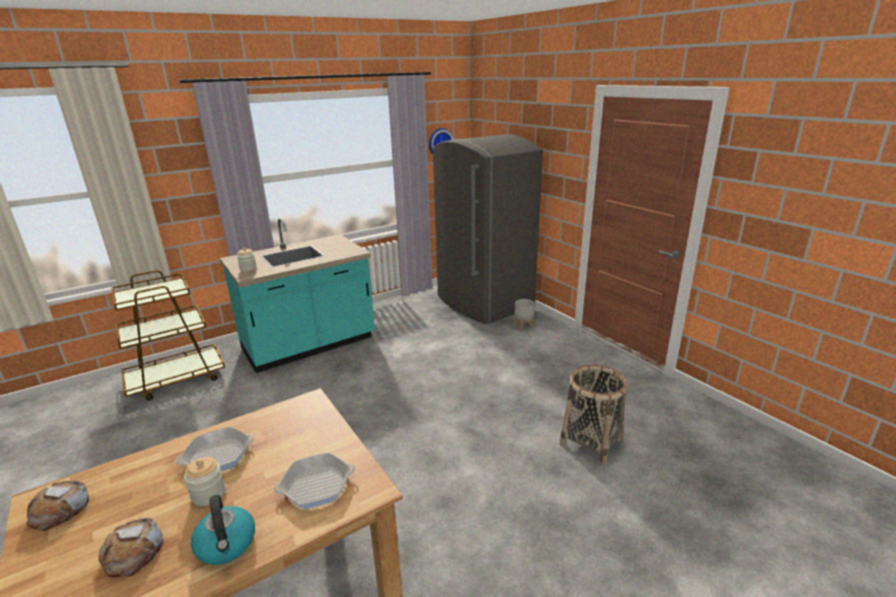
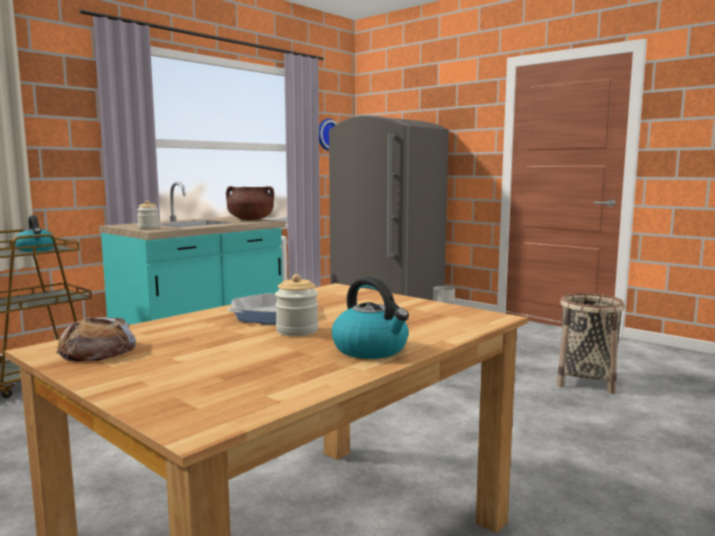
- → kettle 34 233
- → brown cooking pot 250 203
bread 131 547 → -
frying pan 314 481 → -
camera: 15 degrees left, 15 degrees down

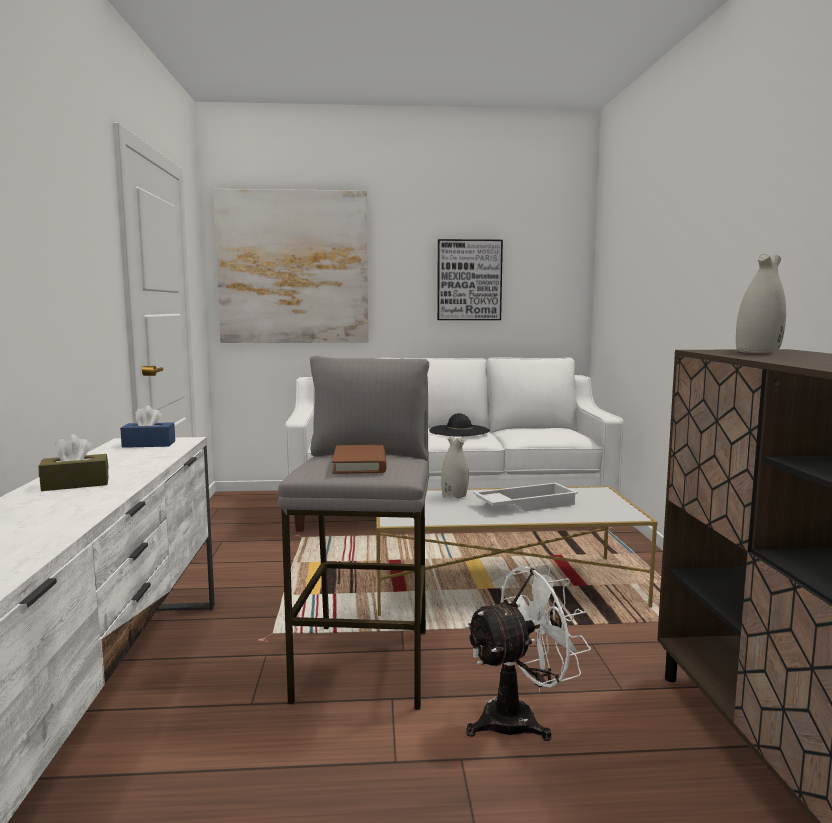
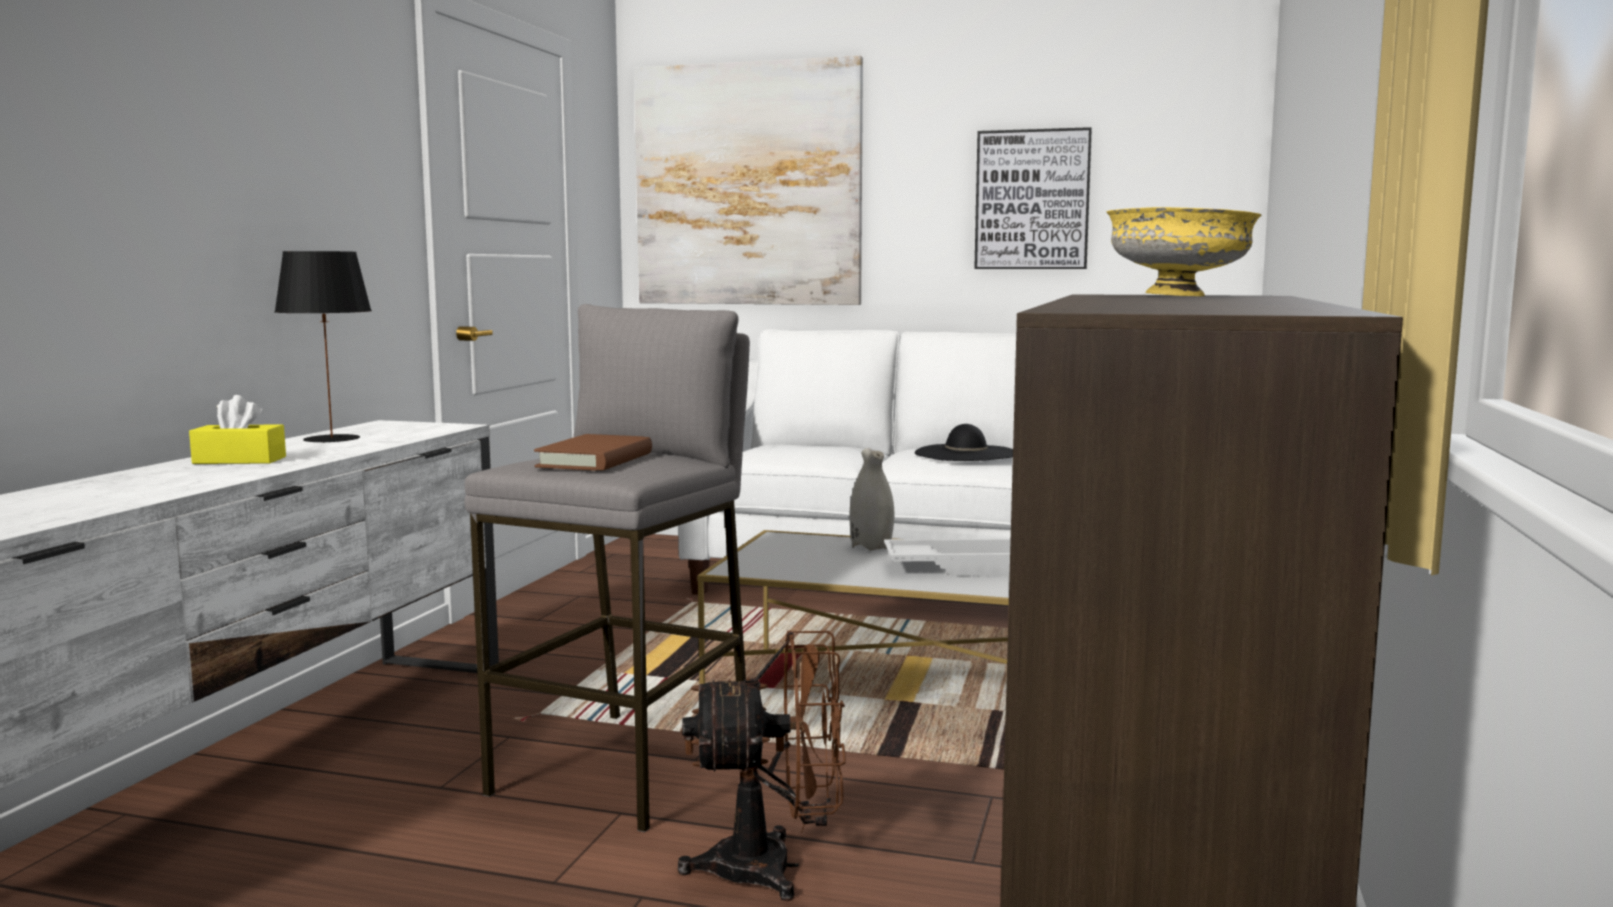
brown tissue box 73 462 → yellow tissue box 237 429
- → black table lamp 323 347
white fan 528 652 → brown fan 762 765
white vase 761 303 → yellow bowl 1184 251
blue tissue box 147 427 → -
camera: 20 degrees right, 0 degrees up

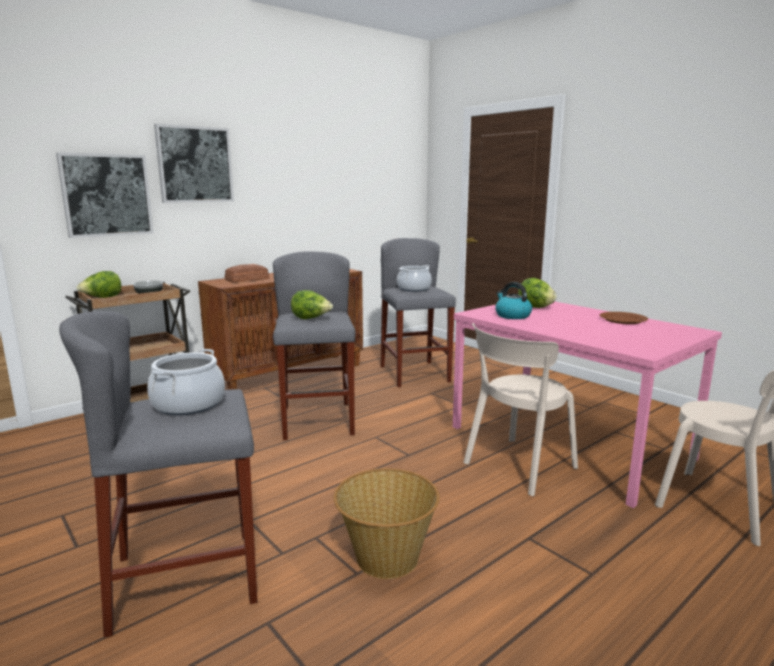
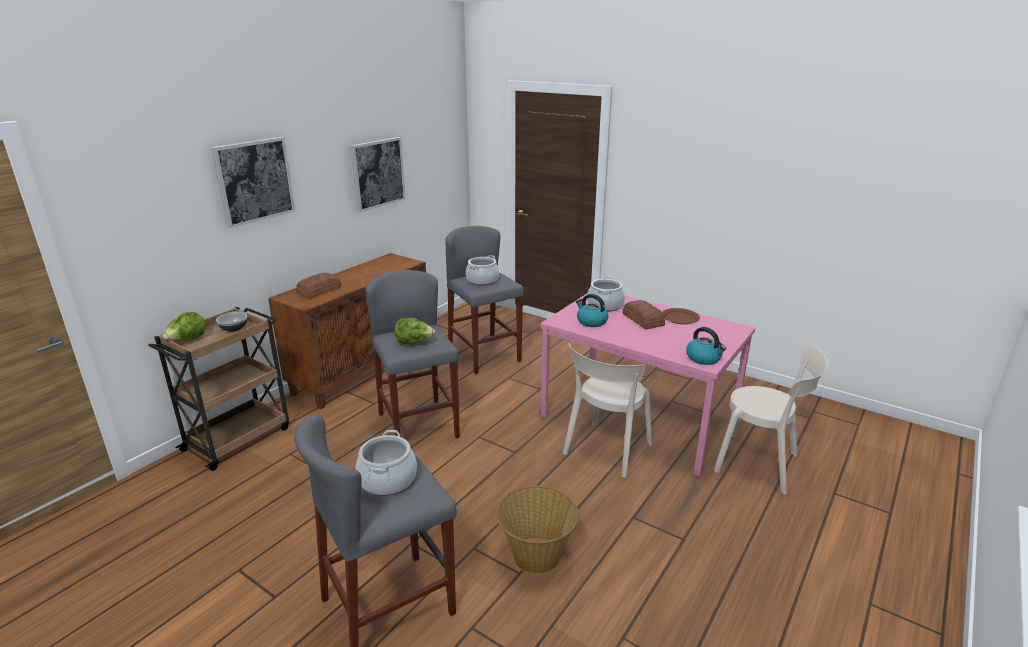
picture 105 195 → picture 378 174, shifted
lettuce 537 293 → cooking pot 606 294
- → bread 644 314
- → kettle 706 346
camera: 15 degrees left, 10 degrees up

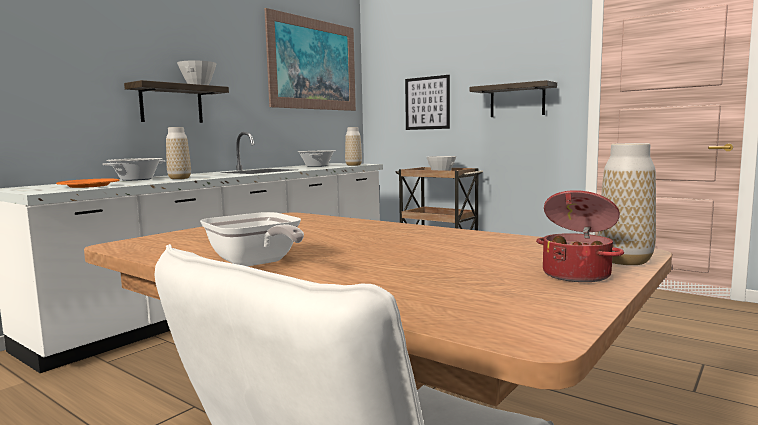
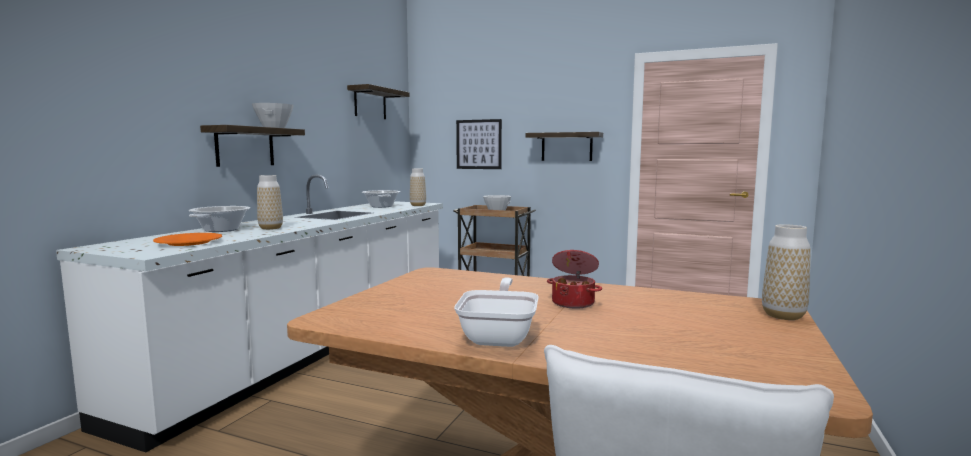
picture 310 59 → shelf 378 101
frying pan 252 239 → frying pan 496 312, 120 degrees counterclockwise
cooking pot 580 236 → cooking pot 574 279, shifted
camera: 15 degrees left, 0 degrees up

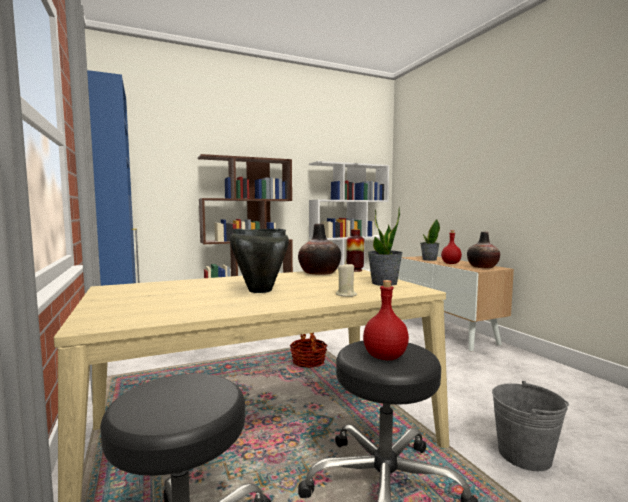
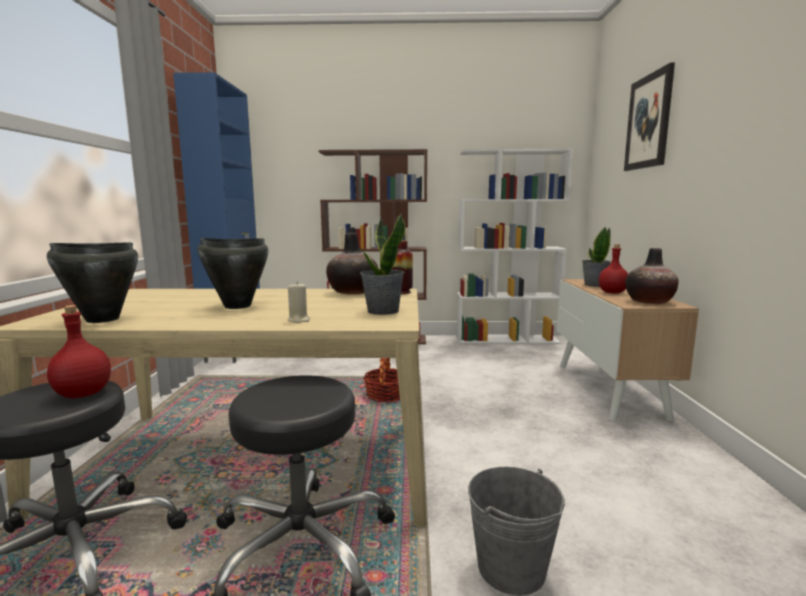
- → black cooking pot 92 282
red bottle 386 320 → red bottle 79 351, shifted
- → picture 649 116
camera: 25 degrees right, 5 degrees up

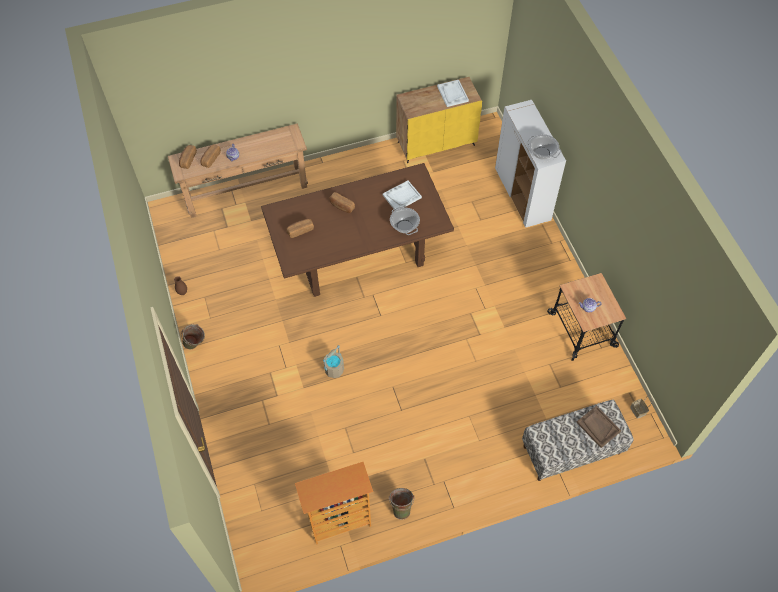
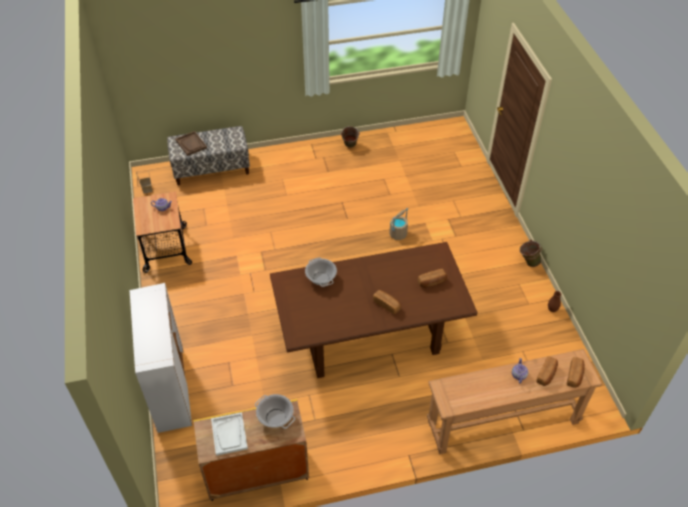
cooking pot 543 147 → cooking pot 275 411, shifted
bookcase 334 503 → -
white tray 402 195 → -
camera: 175 degrees left, 10 degrees down

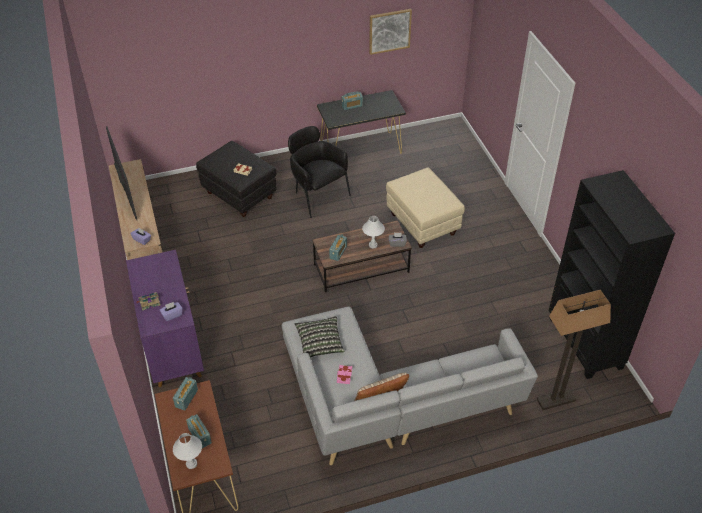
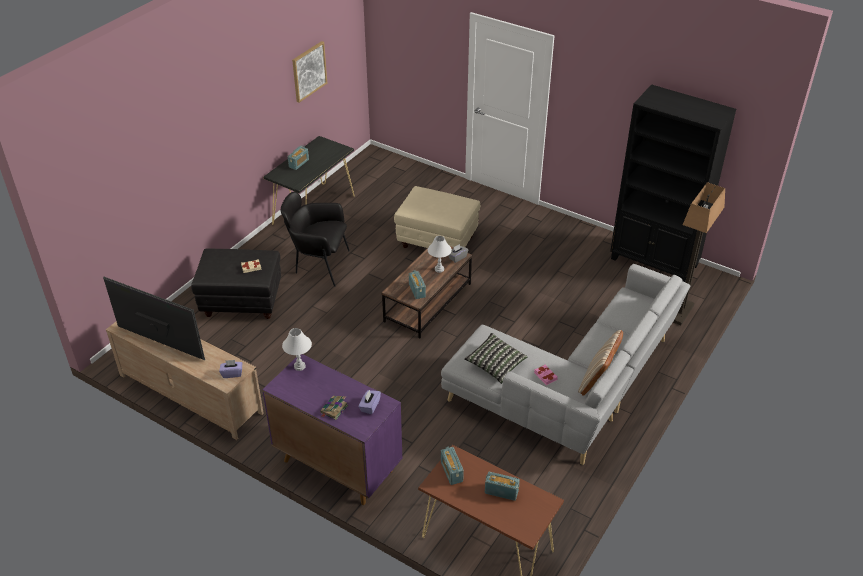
white table lamp 187 451 → white table lamp 297 349, shifted
camera: 40 degrees left, 5 degrees down

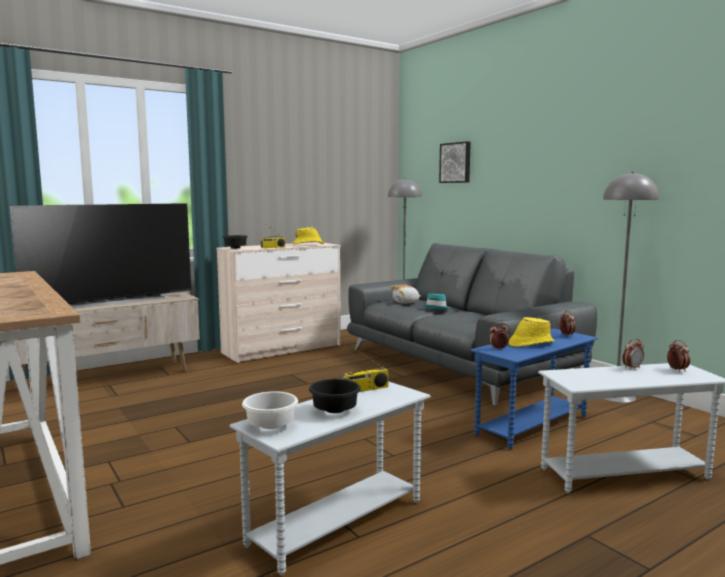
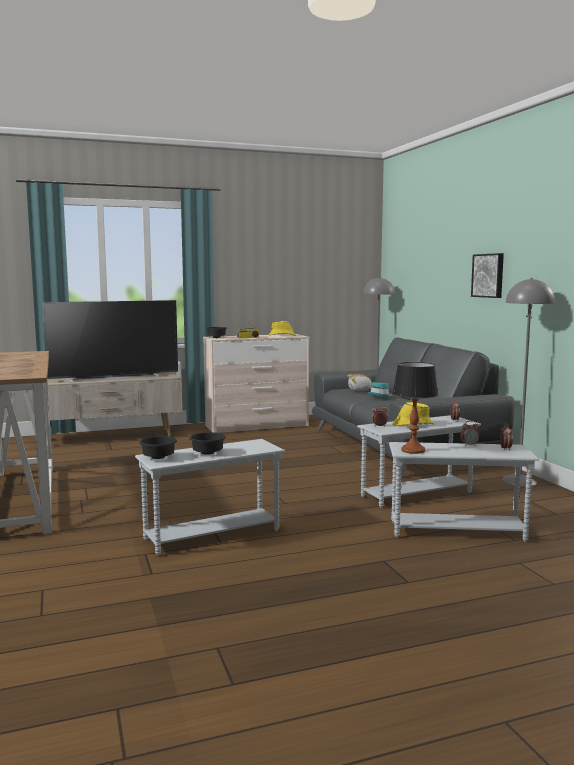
white bowl 270 410 → black bowl 158 447
blue side table 534 388 → white side table 419 461
- → table lamp 415 408
picture 455 162 → picture 487 275, shifted
radio 365 369 → -
camera: 15 degrees right, 0 degrees up

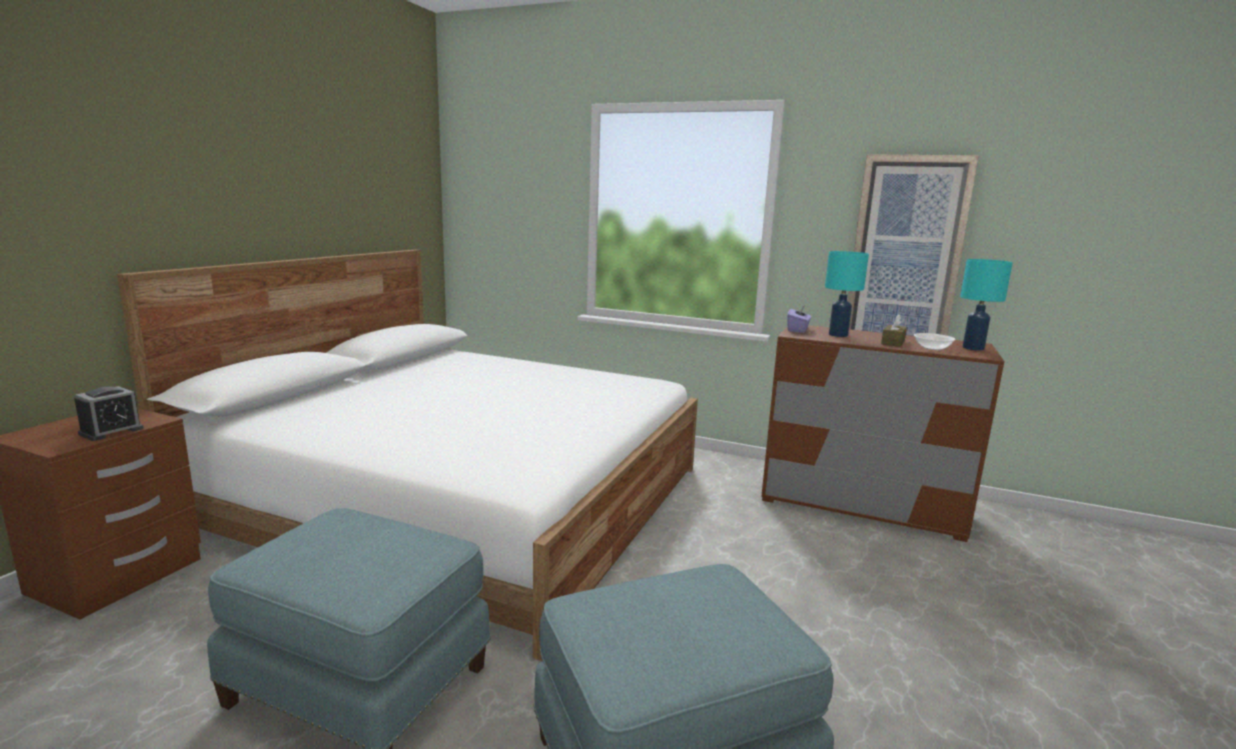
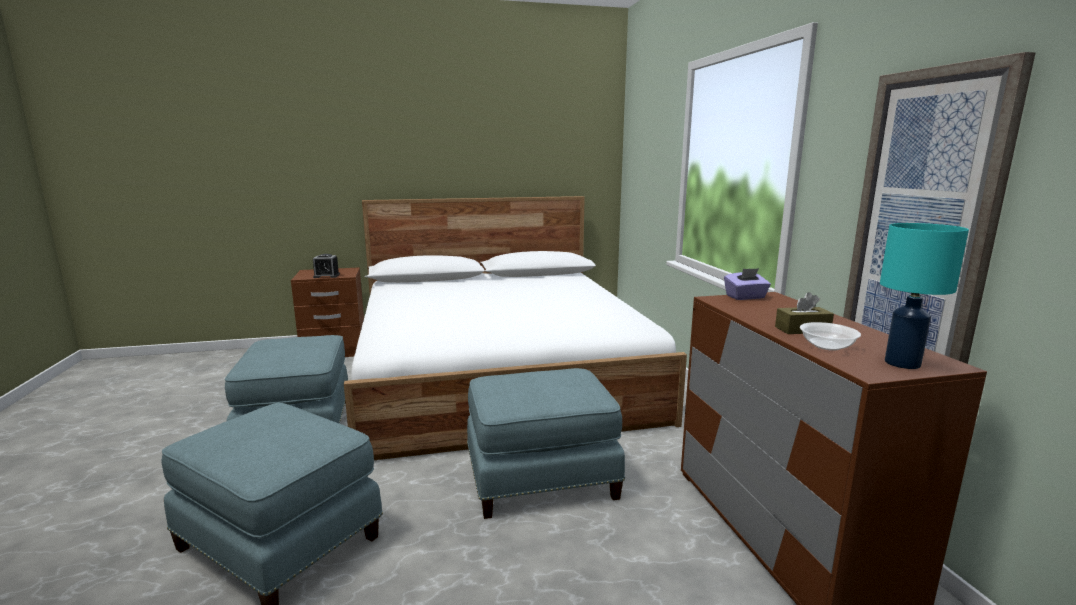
- → blue ottoman 546 443
turquoise table lamp 847 294 → -
camera: 55 degrees right, 0 degrees up

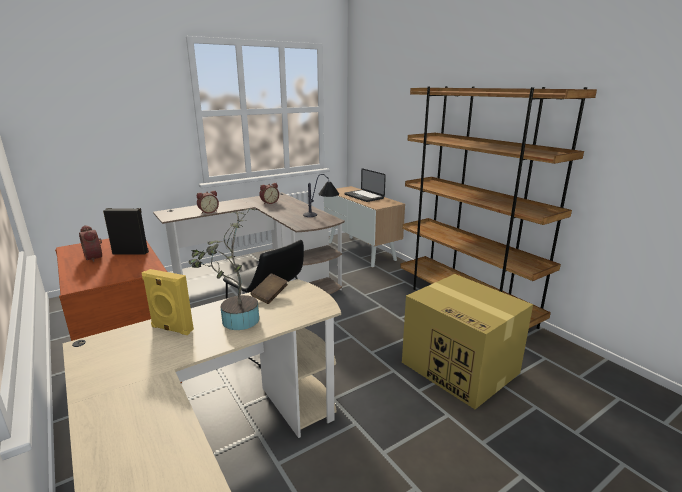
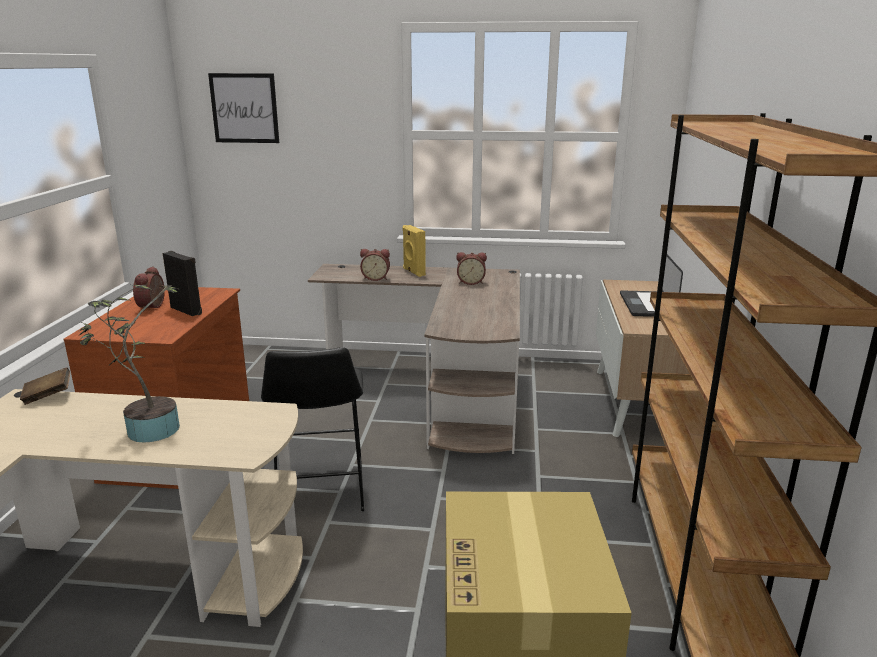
brown book 269 289 → brown book 45 386, shifted
- → picture 243 108
yellow speaker 168 302 → yellow speaker 414 251, shifted
table lamp 321 195 → -
camera: 40 degrees right, 0 degrees up

